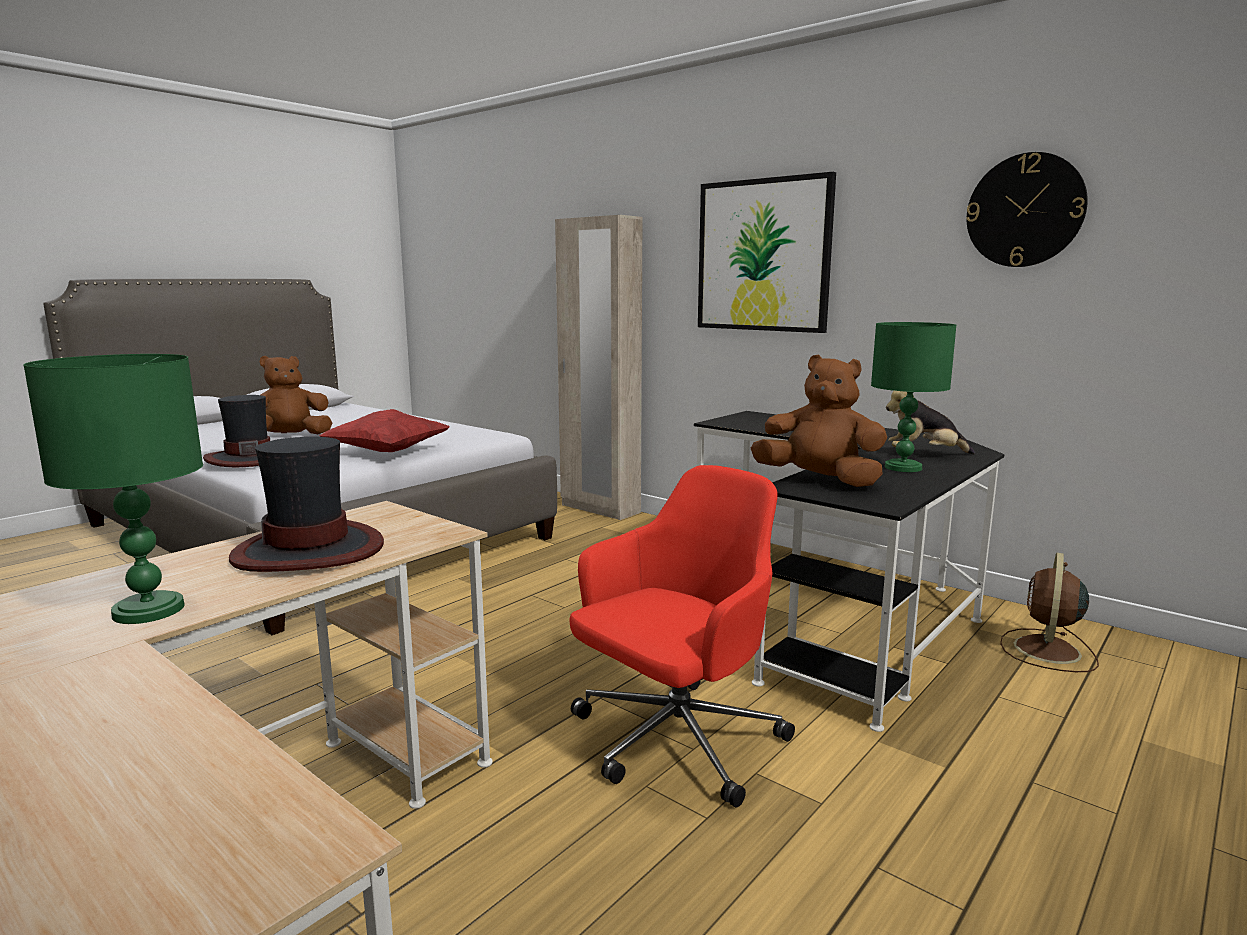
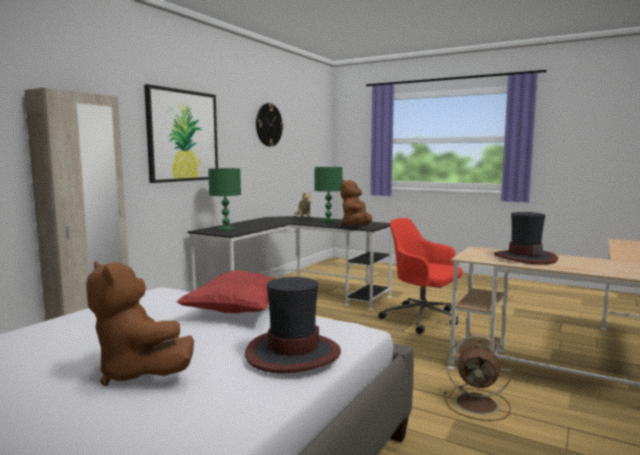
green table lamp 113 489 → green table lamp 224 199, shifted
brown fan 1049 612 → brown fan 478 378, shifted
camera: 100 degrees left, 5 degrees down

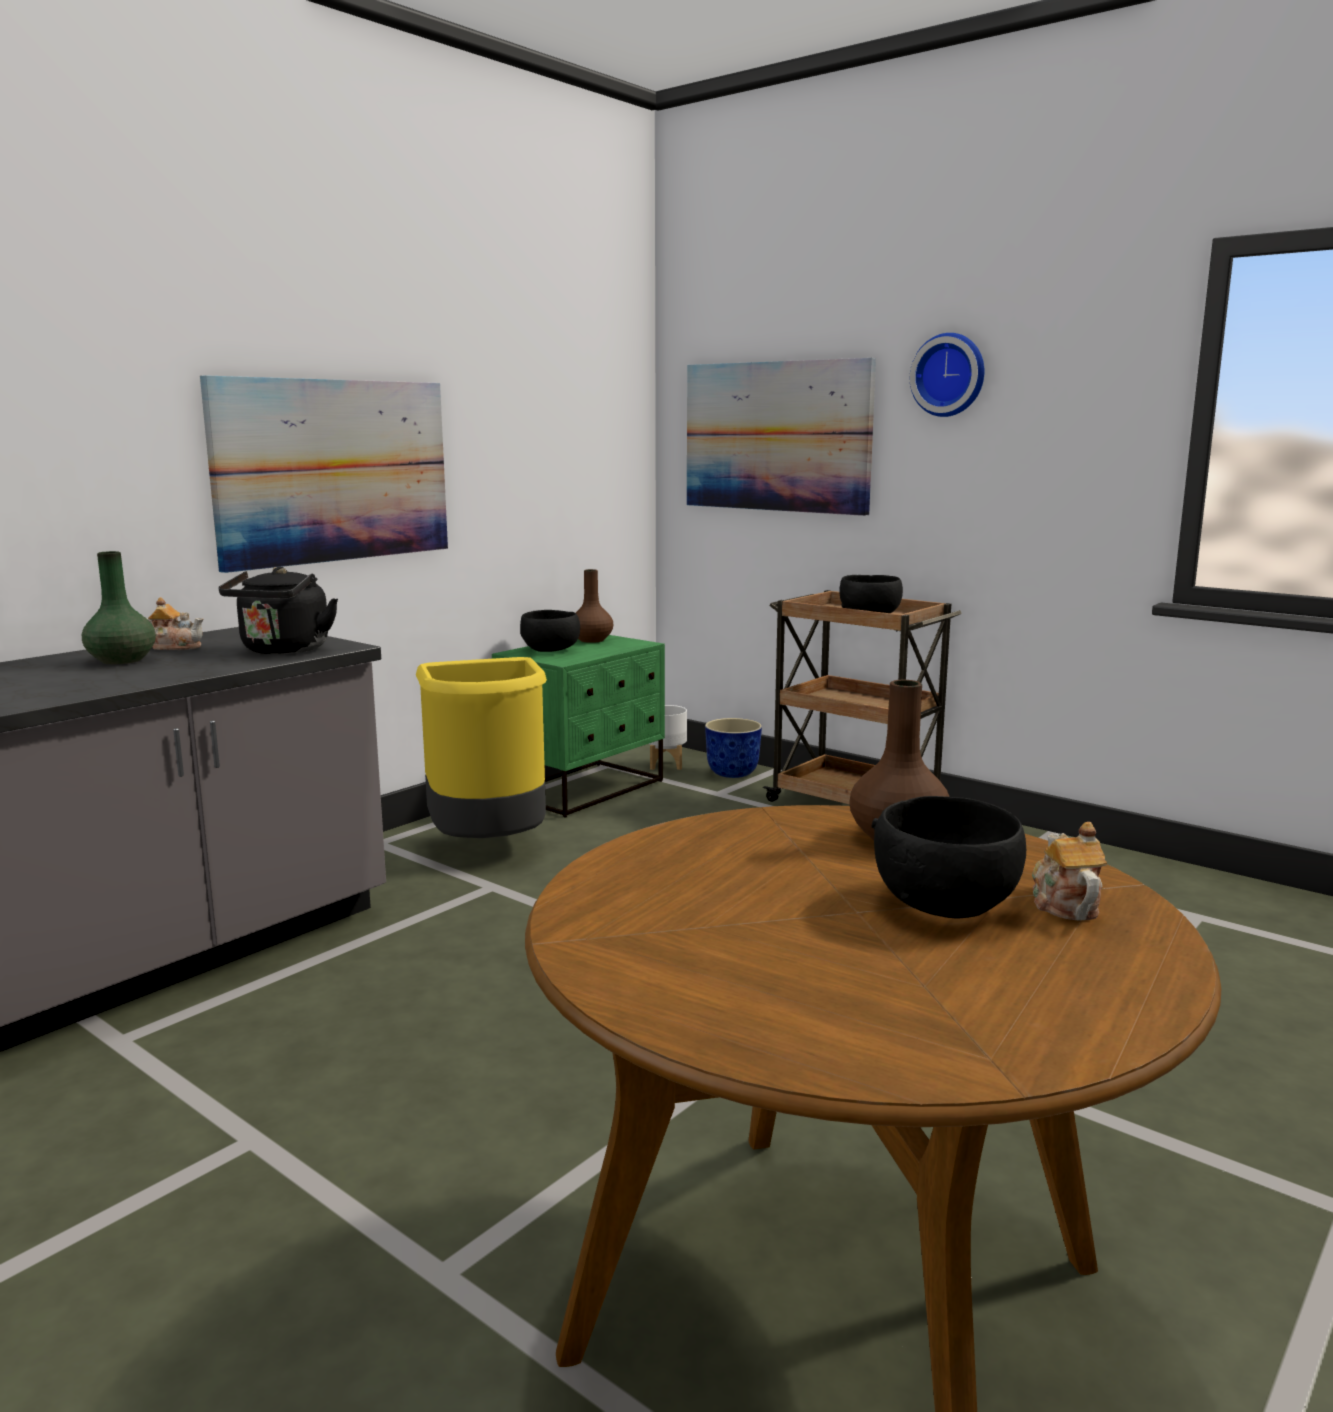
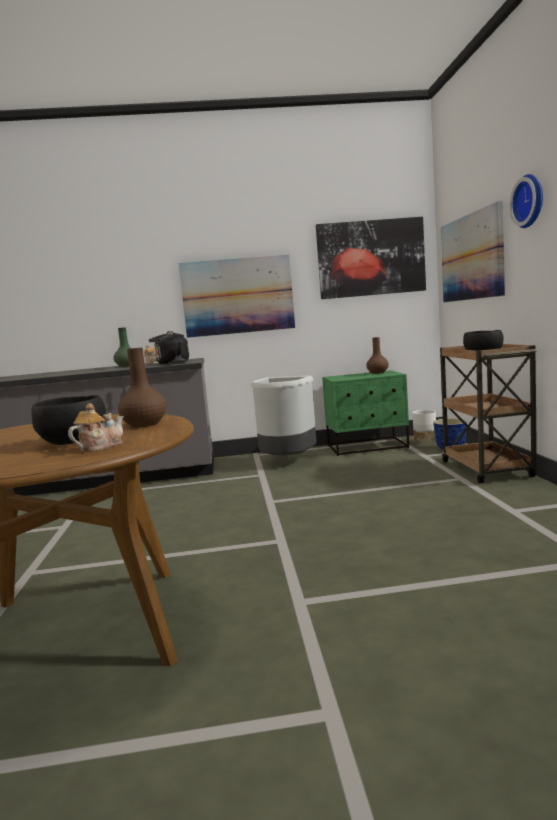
yellow trash can 481 747 → grey trash can 284 415
- → picture 371 258
black bowl 550 631 → -
camera: 45 degrees right, 5 degrees down

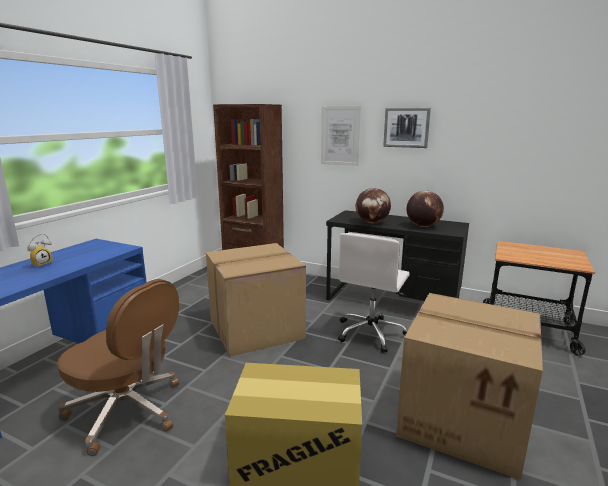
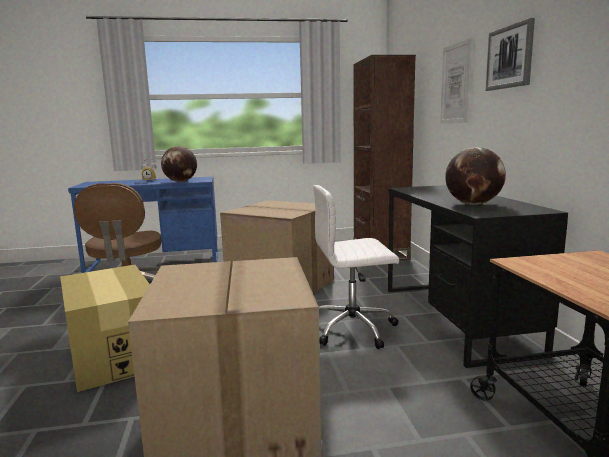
globe 373 205 → globe 179 164, shifted
camera: 55 degrees right, 5 degrees down

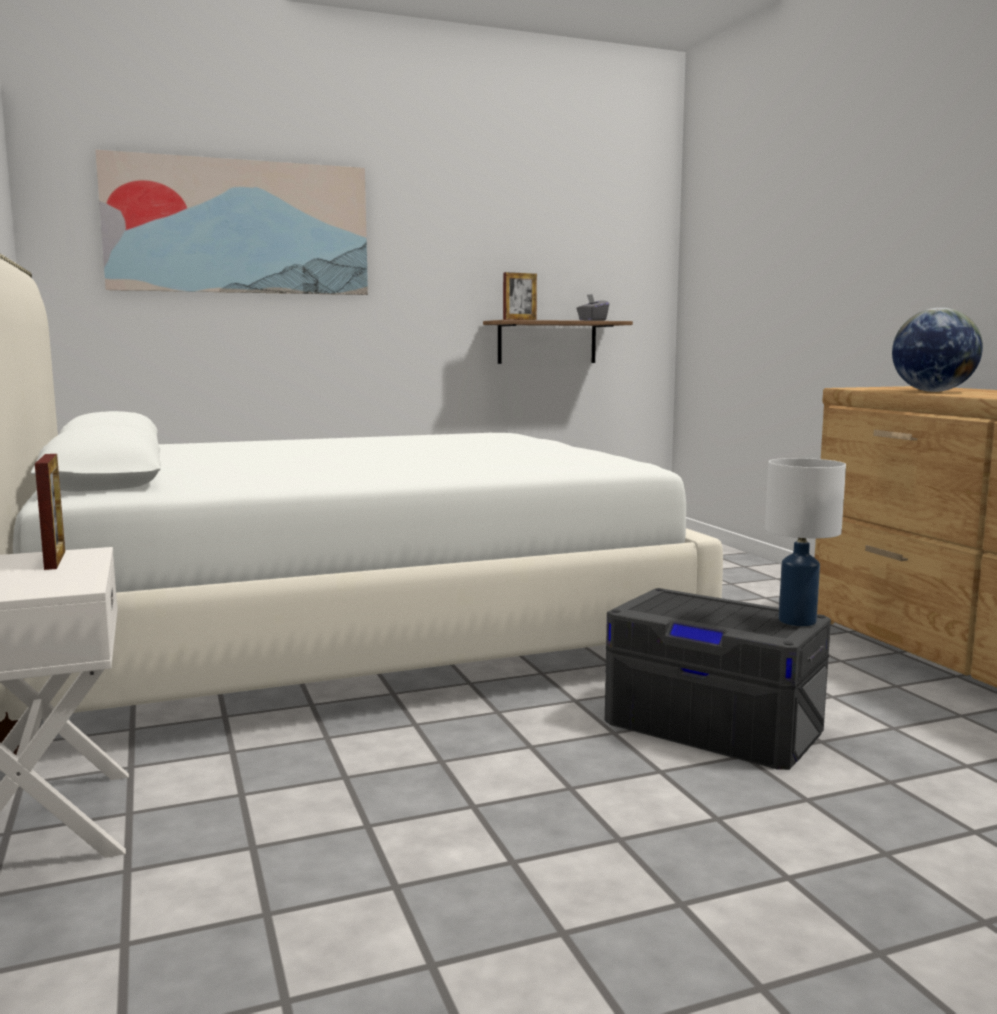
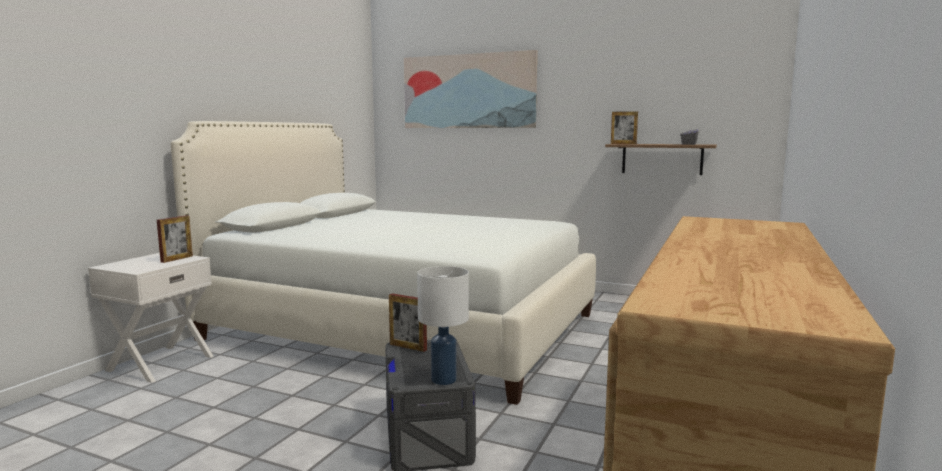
- → picture frame 408 322
globe 937 350 → -
camera: 45 degrees right, 0 degrees up

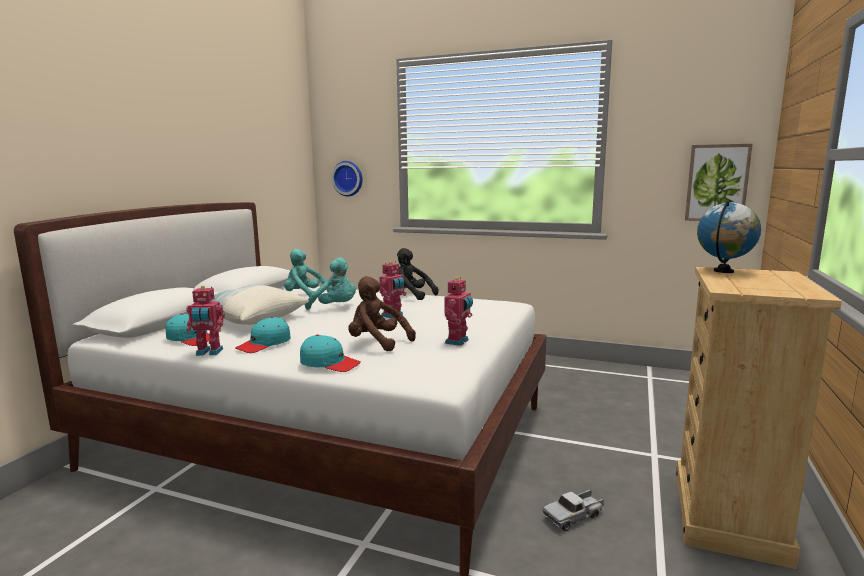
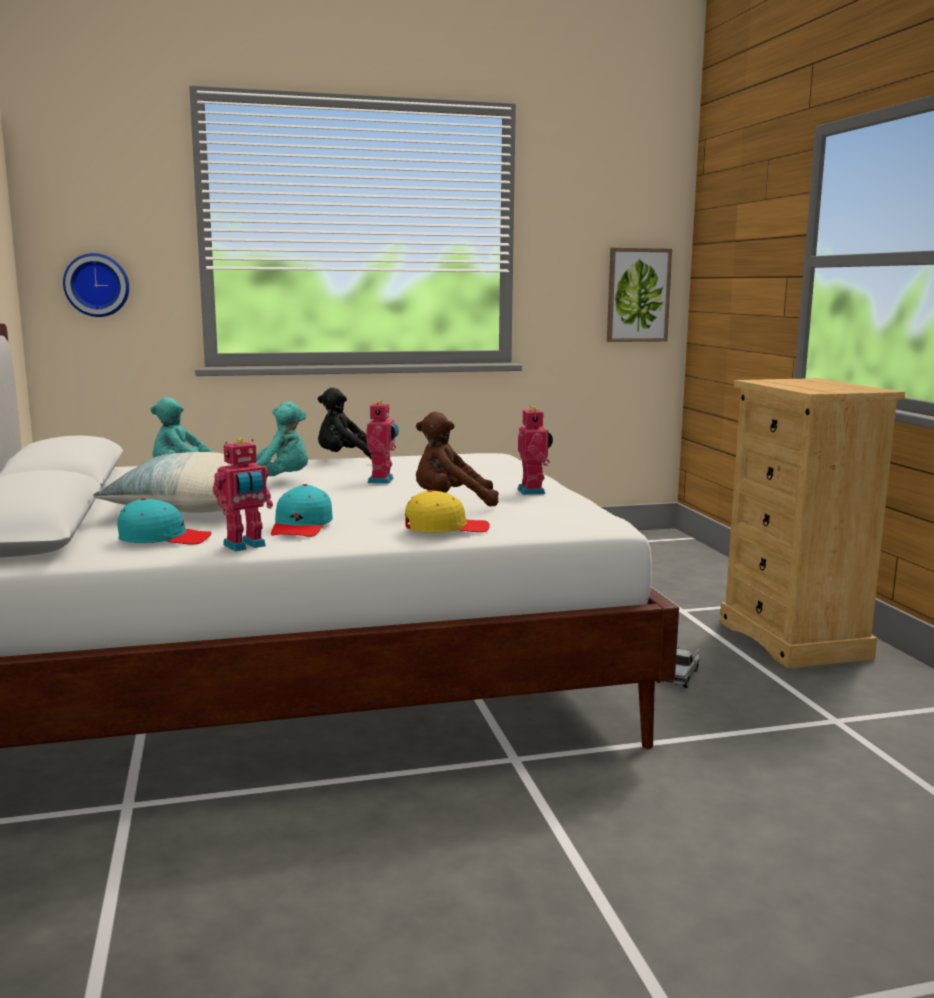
turquoise cap 330 353 → yellow cap 447 511
globe 729 237 → -
camera: 35 degrees left, 0 degrees up

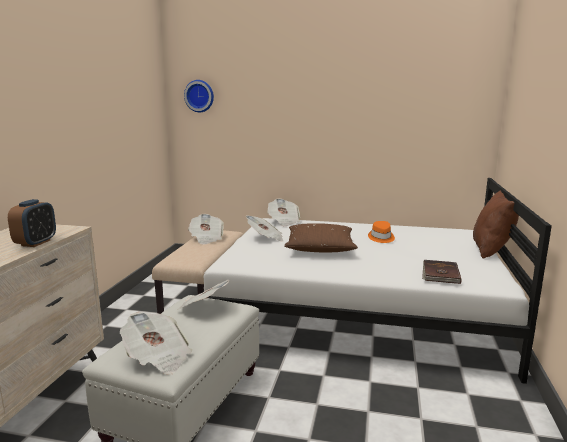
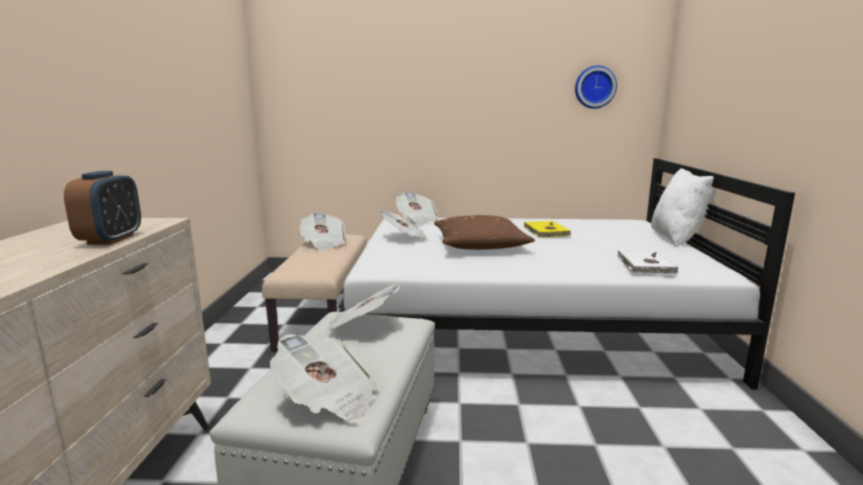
orange hat 381 232 → yellow book 547 229
wall clock 199 96 → wall clock 596 87, shifted
brown book 441 272 → white book 647 262
brown pillow 496 224 → white pillow 683 207
camera: 10 degrees left, 0 degrees up

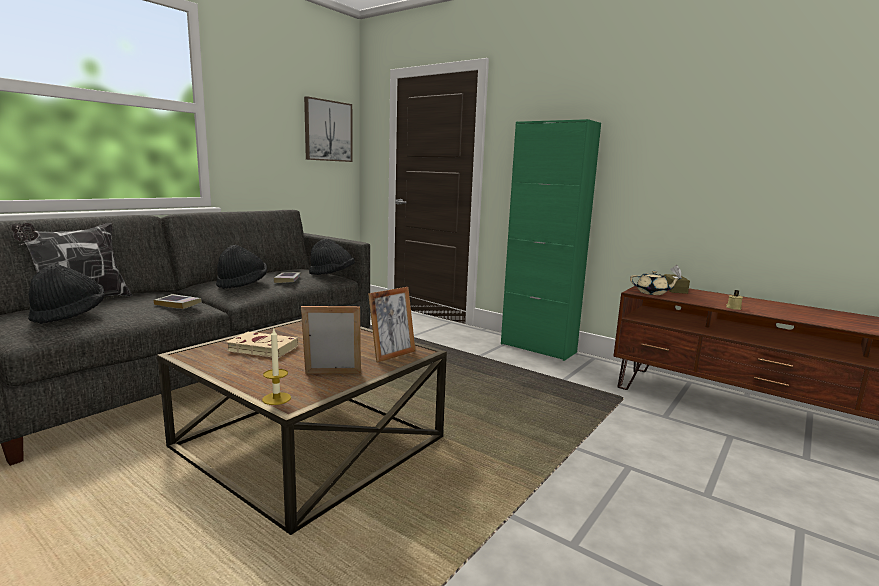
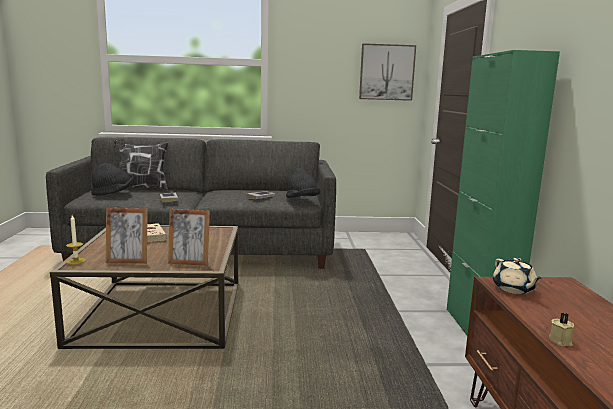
picture frame 331 340 → picture frame 127 236, 135 degrees clockwise
black hat 241 267 → -
brown tissue box 677 279 → -
camera: 50 degrees right, 0 degrees up

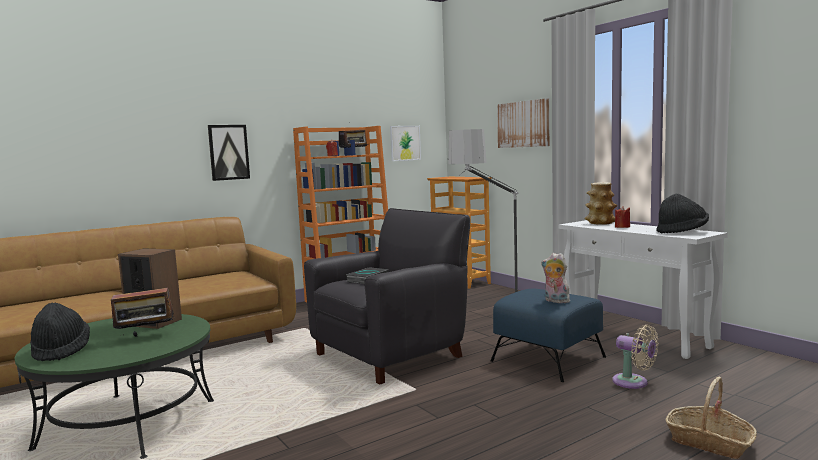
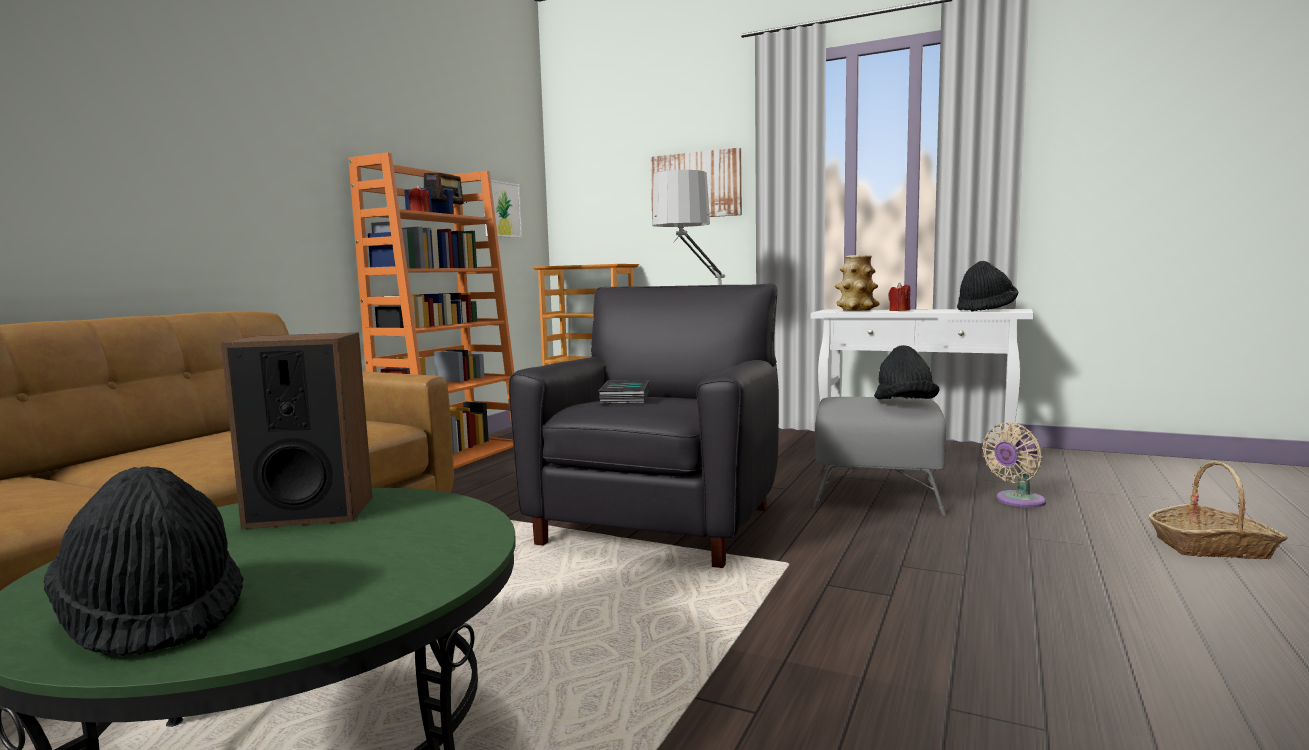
blue ottoman 548 335 → grey ottoman 880 456
plush toy 555 278 → black hat 907 372
beige fan 635 357 → beige fan 1014 465, 135 degrees clockwise
radio 143 310 → -
picture 229 153 → -
camera: 30 degrees left, 0 degrees up

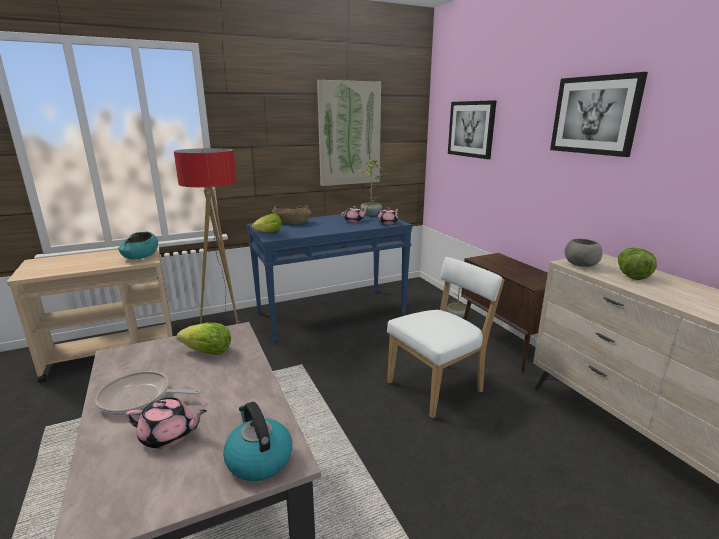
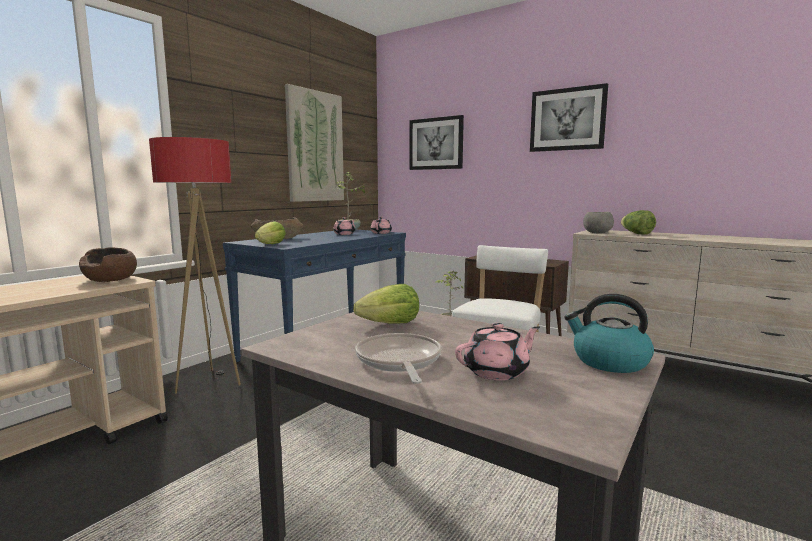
turquoise bowl 138 245 → brown bowl 108 264
frying pan 148 393 → frying pan 398 358, 105 degrees clockwise
camera: 30 degrees left, 10 degrees down

